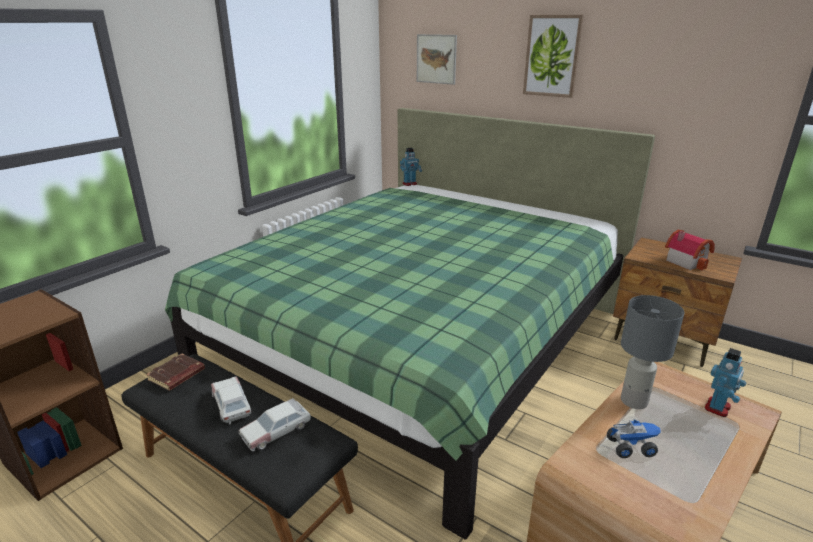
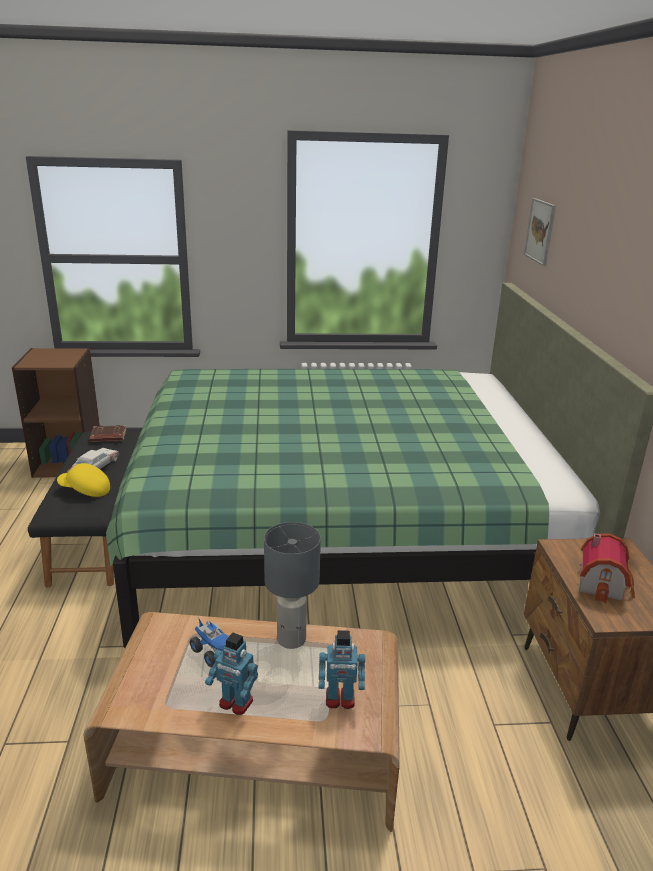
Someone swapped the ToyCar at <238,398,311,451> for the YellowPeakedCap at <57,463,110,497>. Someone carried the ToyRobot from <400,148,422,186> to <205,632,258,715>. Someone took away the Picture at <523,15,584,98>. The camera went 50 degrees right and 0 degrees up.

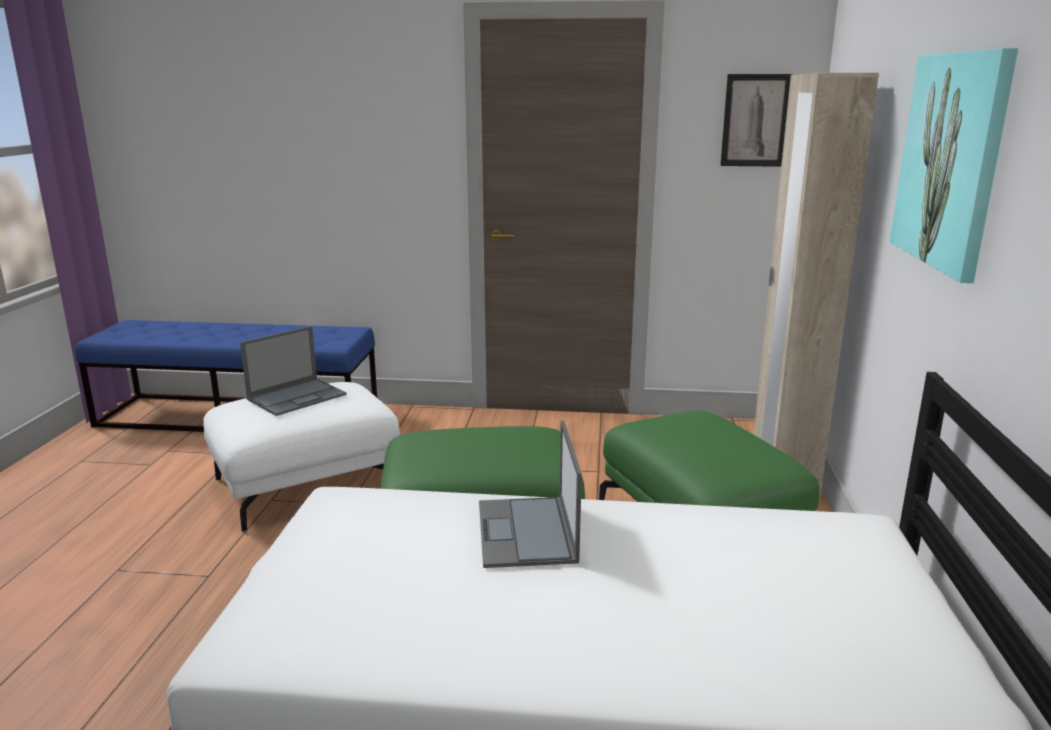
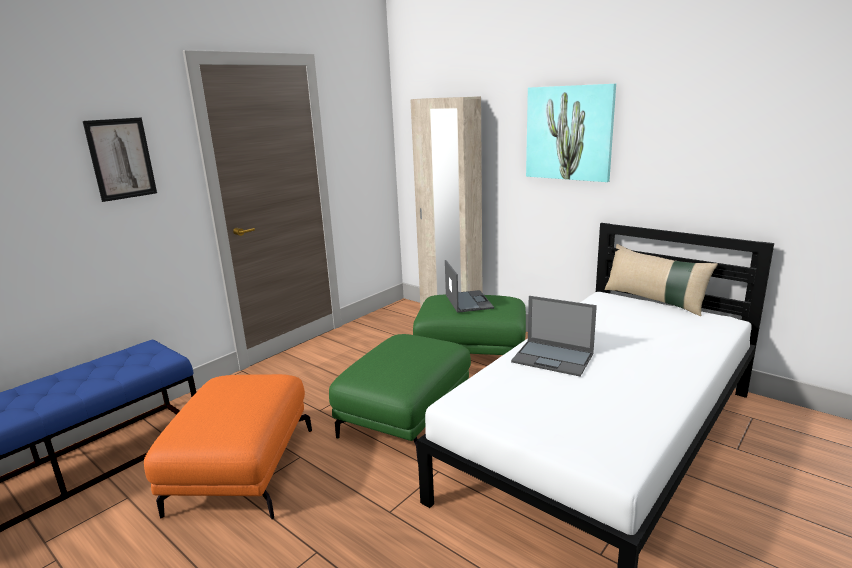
Someone repainted the WhiteOttoman at <204,382,400,532>, which became the OrangeyOttoman at <144,374,312,519>. Someone carried the Laptop from <240,326,346,416> to <445,260,494,313>. Someone carried the Picture from <720,74,793,167> to <83,117,157,202>. Someone put down the BeigeThrowPillow at <604,244,718,316>. The camera went 55 degrees left and 0 degrees up.

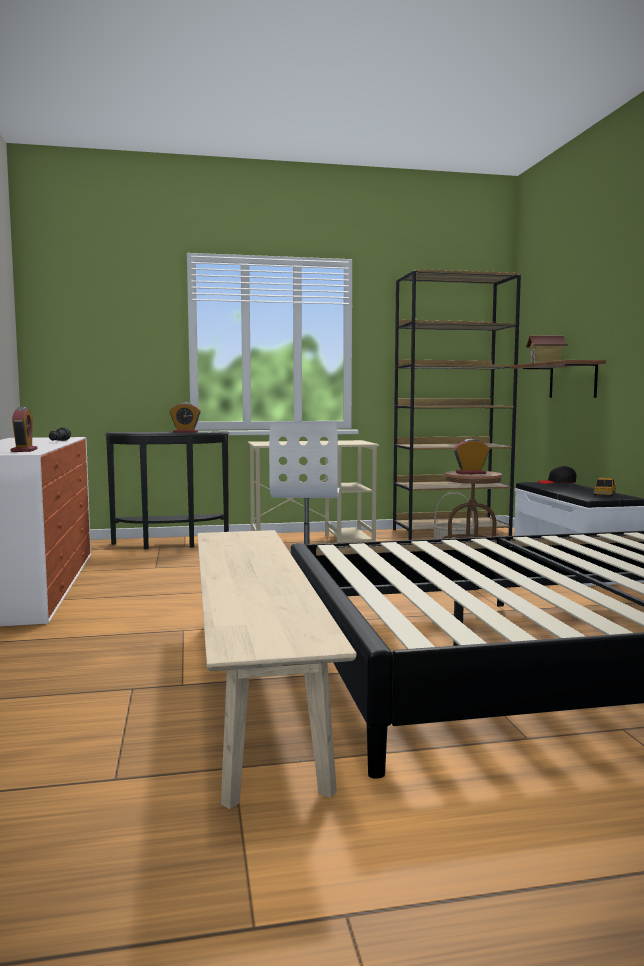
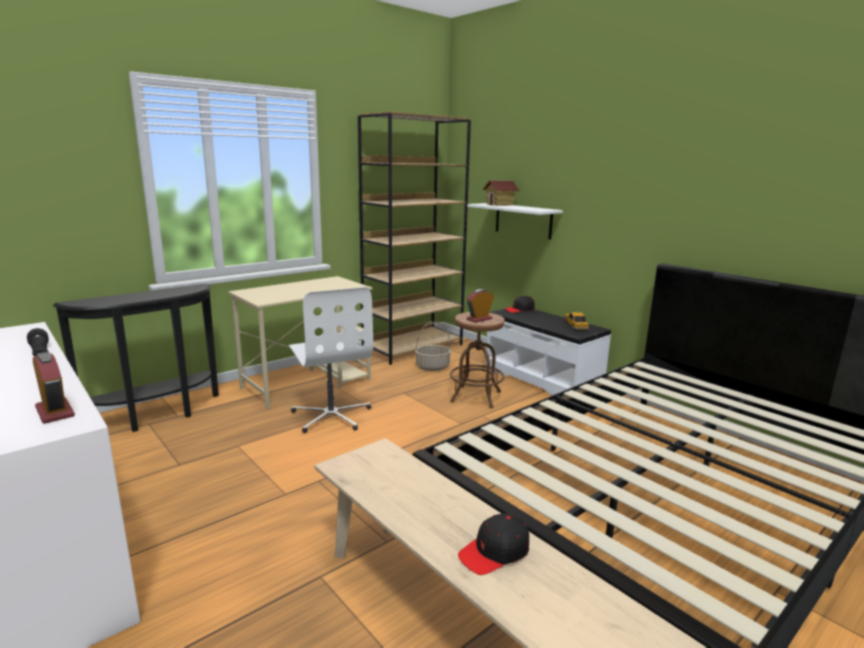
Someone took away the BedsideClock at <170,402,201,433>. Someone repainted the BrownColouredShelf at <511,360,606,398>, which became the WhiteShelf at <467,203,563,240>. Someone put down the BlackPeakedCap at <458,513,529,575>. The camera went 30 degrees left and 10 degrees up.

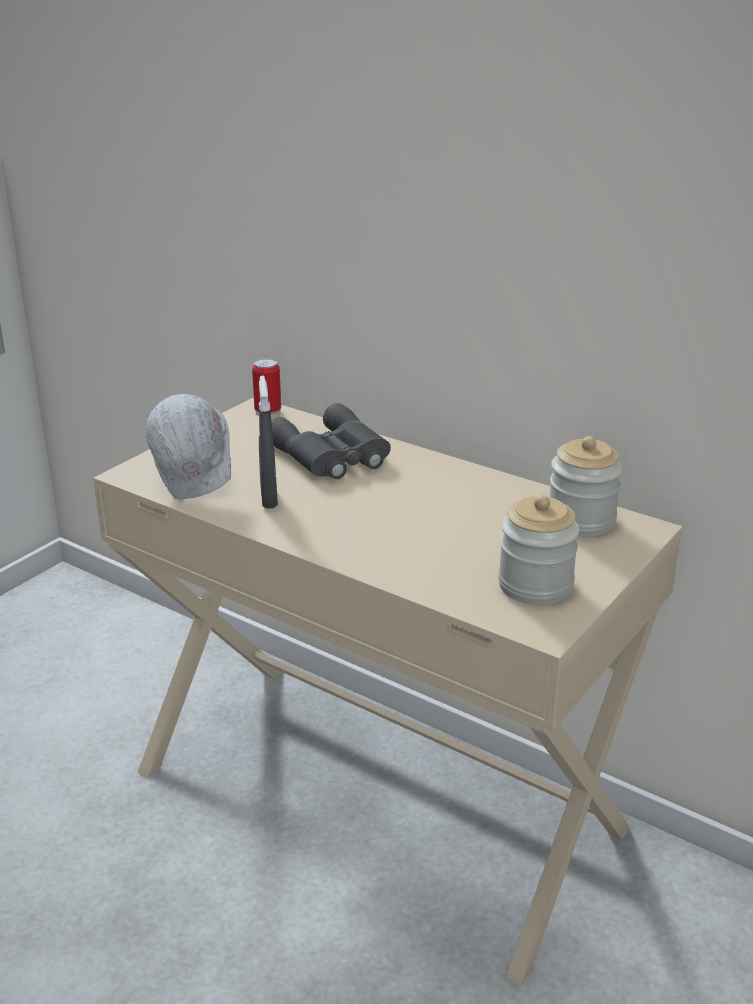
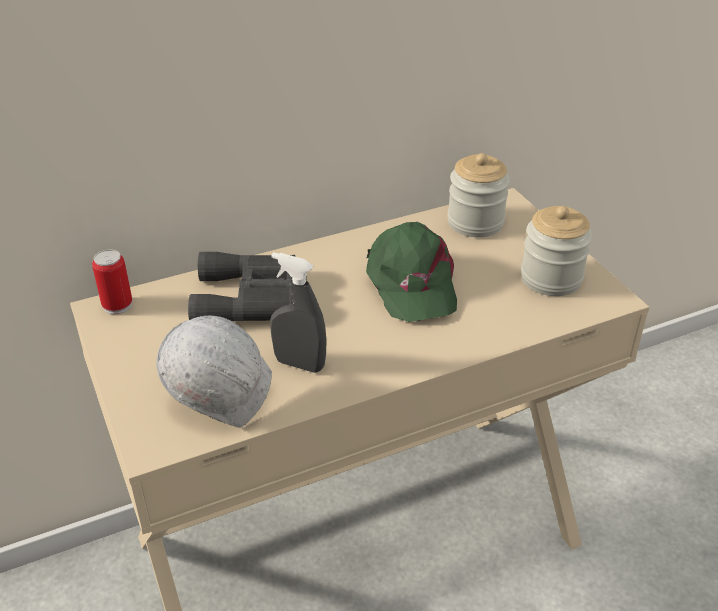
Someone put down the GreenPeakedCap at <366,222,457,322>. The camera went 60 degrees left and 10 degrees up.

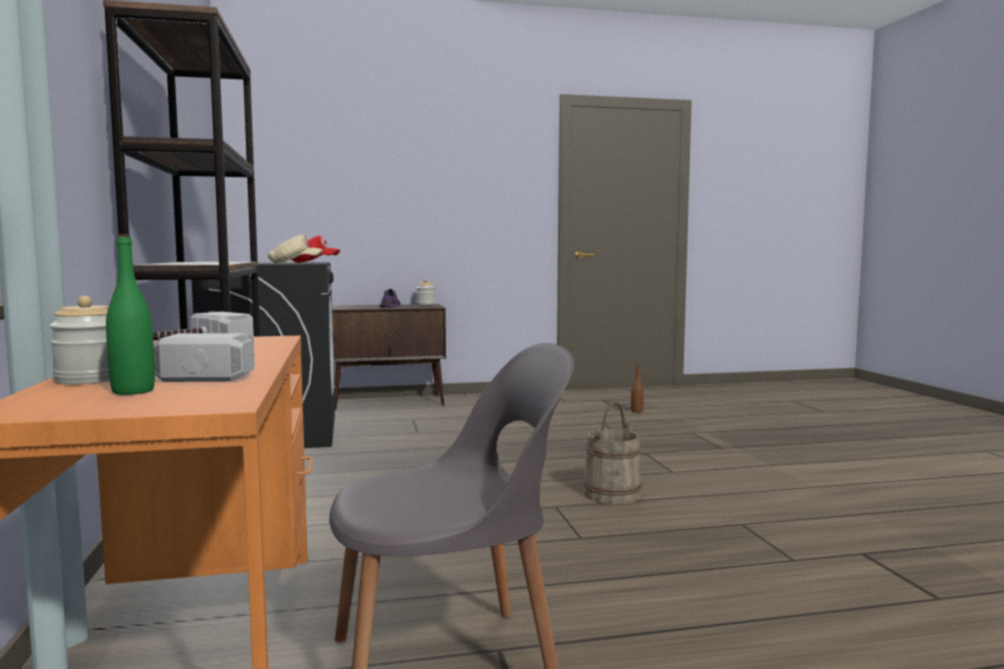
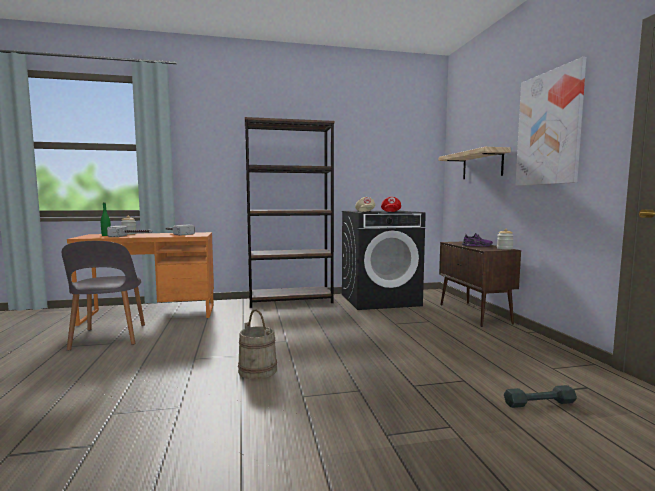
Someone swapped the BrownColouredDrinkBottle at <631,365,644,413> for the GreyishDumbbell at <504,385,577,408>. Someone put up the Shelf at <439,147,511,179>. Someone put up the Picture at <515,57,586,186>. The camera went 90 degrees right and 0 degrees up.

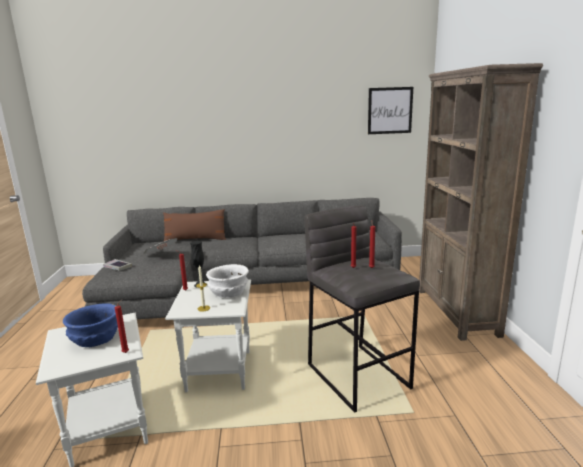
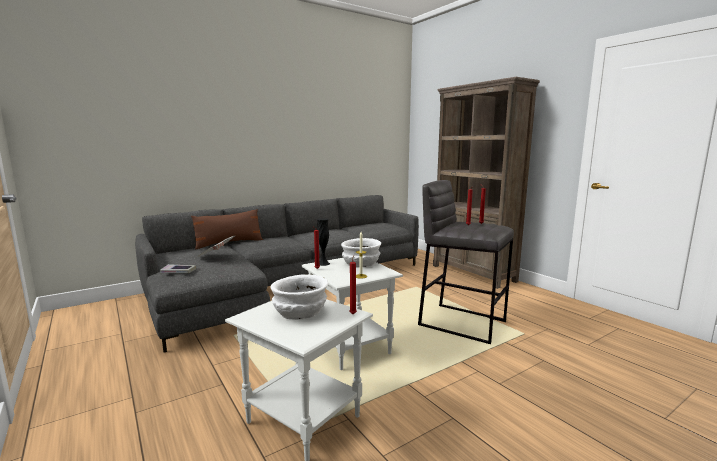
Someone repainted the BlueDeepDish at <63,303,118,347>, which became the WhiteDeepDish at <271,274,328,320>. Someone took away the Picture at <368,87,413,134>. The camera went 30 degrees left and 5 degrees down.

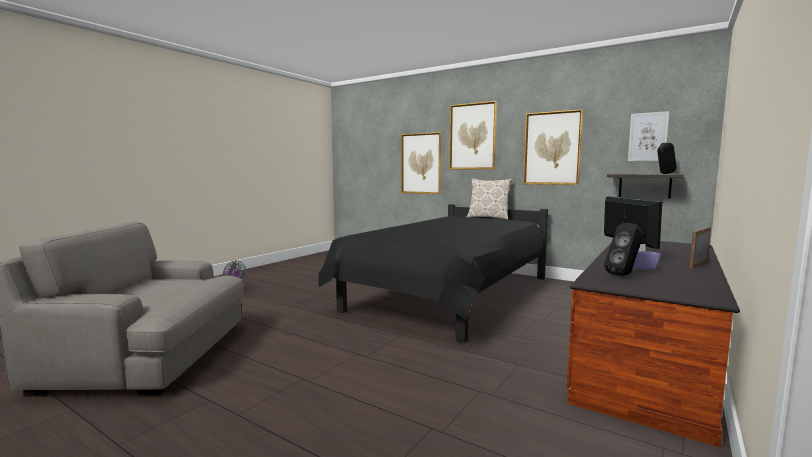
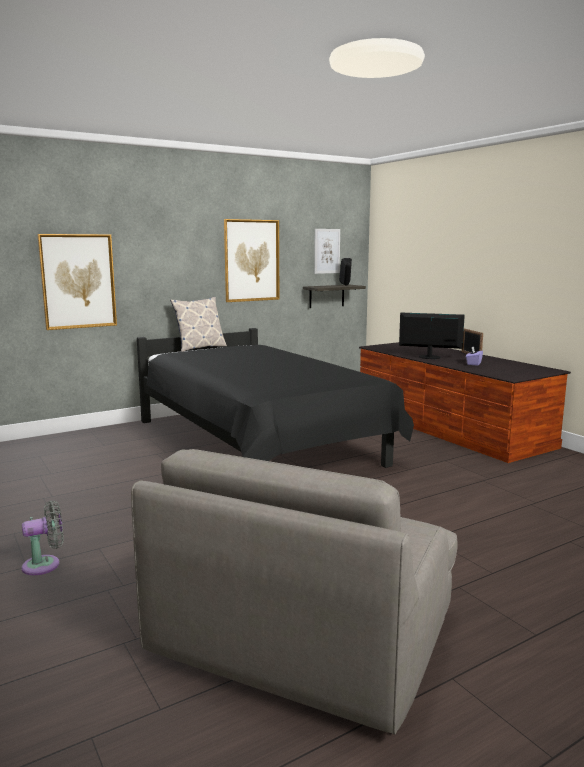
Someone took away the Picture at <449,101,497,169>. Someone took away the BlackAudioSpeaker at <604,223,643,276>. The camera went 65 degrees left and 5 degrees up.

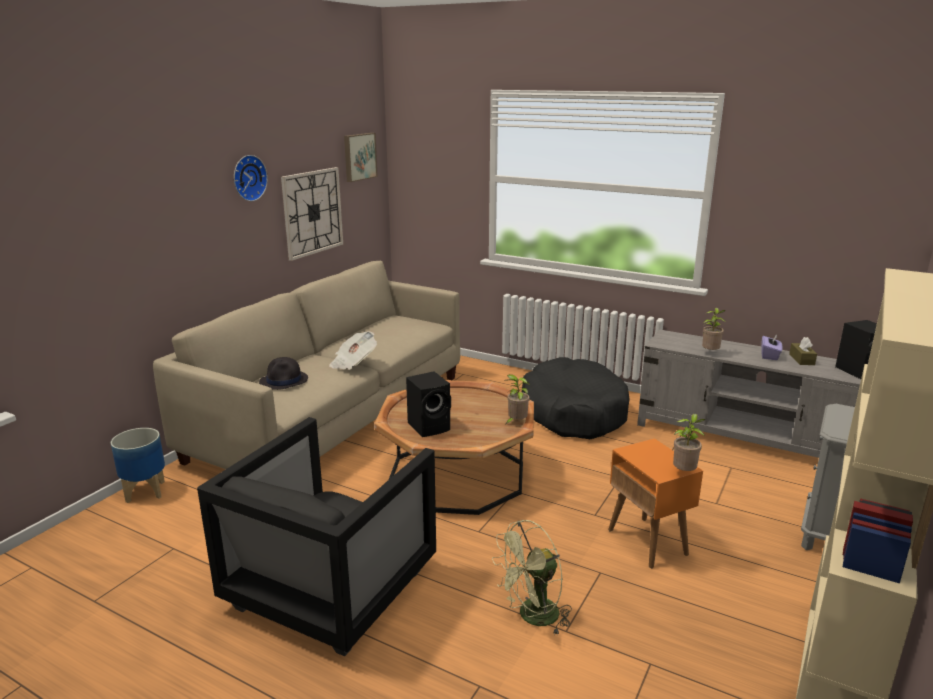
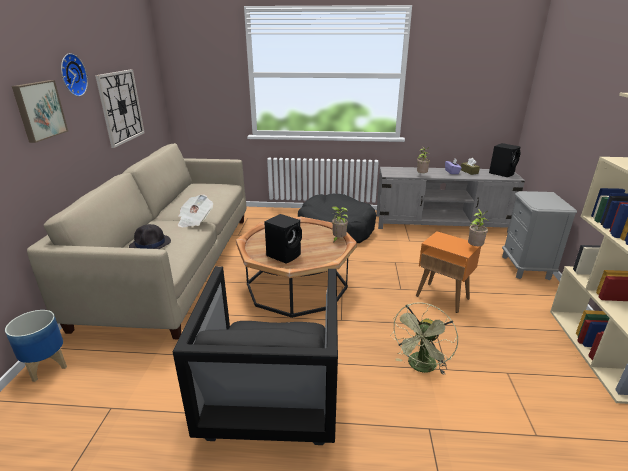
Someone carried the Picture from <344,133,378,182> to <12,80,68,143>. The camera went 25 degrees left and 5 degrees up.

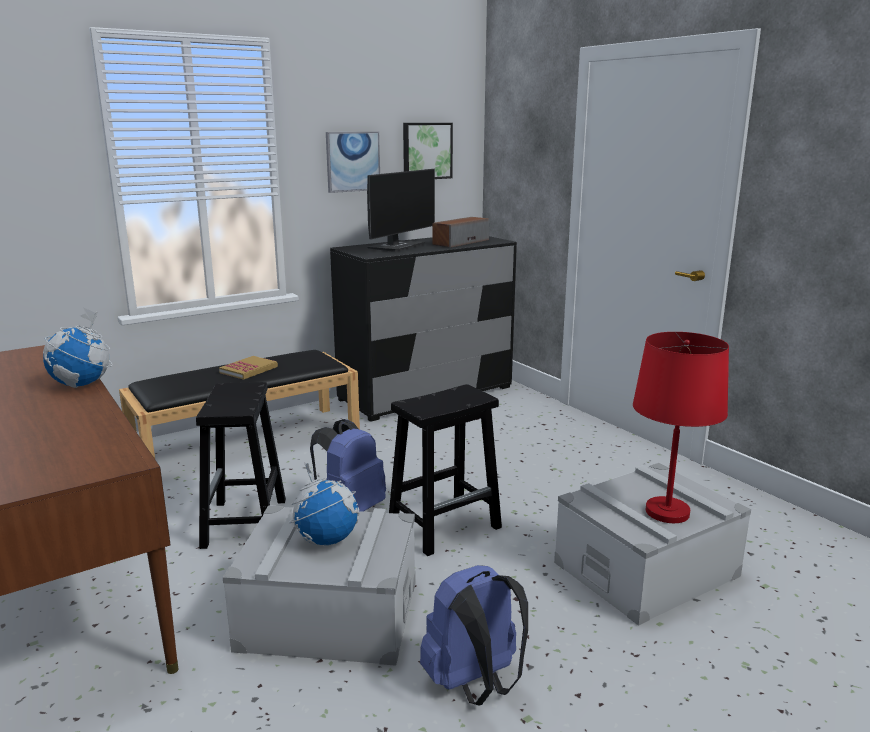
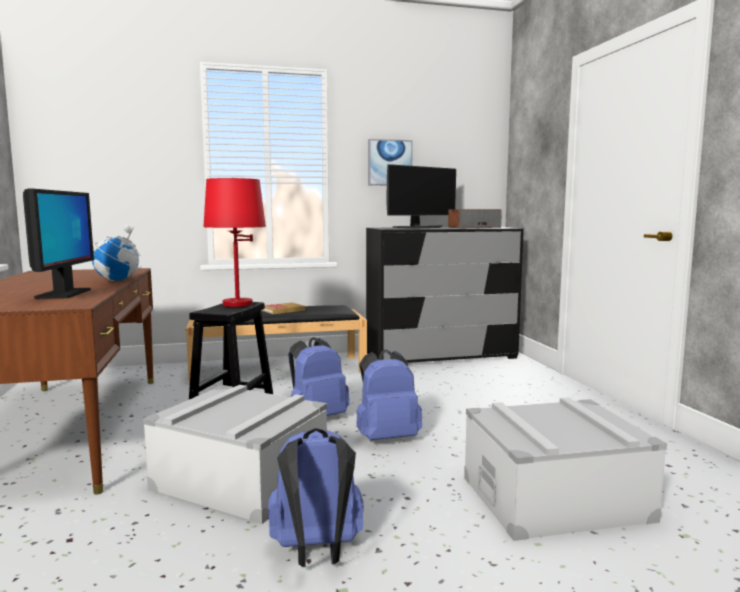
Someone took away the DeskGlobe at <289,462,359,547>. Someone swapped the BlackStool at <389,384,502,556> for the BlueRucksack at <357,349,422,440>. Someone took away the Picture at <403,123,453,179>. Someone carried the ReddishTableLamp from <633,332,729,523> to <203,178,266,307>. Someone put down the Monitor at <23,189,94,299>. The camera went 20 degrees right and 10 degrees down.

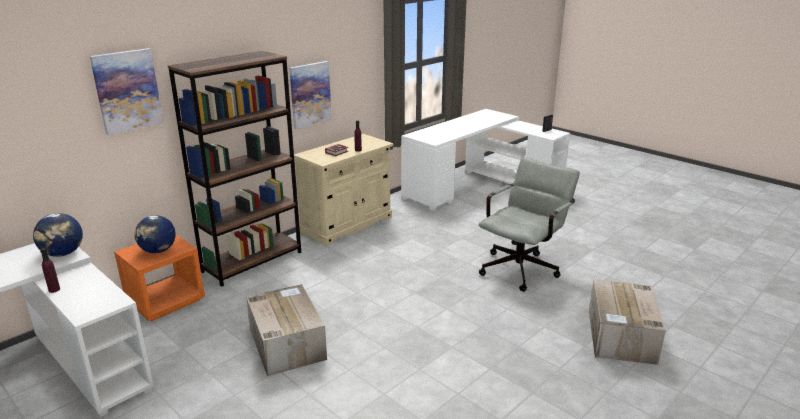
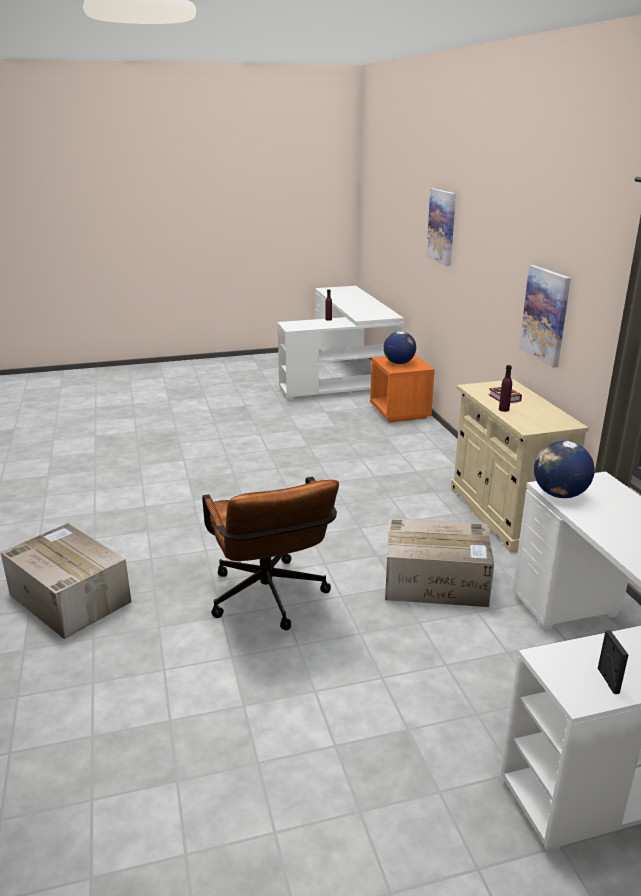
Someone carried the DeskGlobe from <33,213,83,257> to <534,441,595,498>. Someone took away the BrownColouredShelvingUnit at <168,51,301,287>. Someone carried the PackingBox from <246,284,327,376> to <385,518,494,607>. Someone repainted the GreyishDeskChair at <478,157,580,292>, which became the BrownColouredDeskChair at <202,477,339,630>. The camera went 120 degrees right and 0 degrees up.

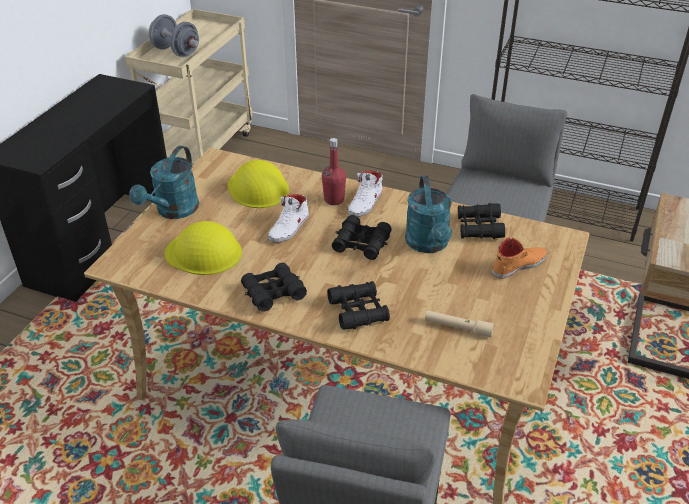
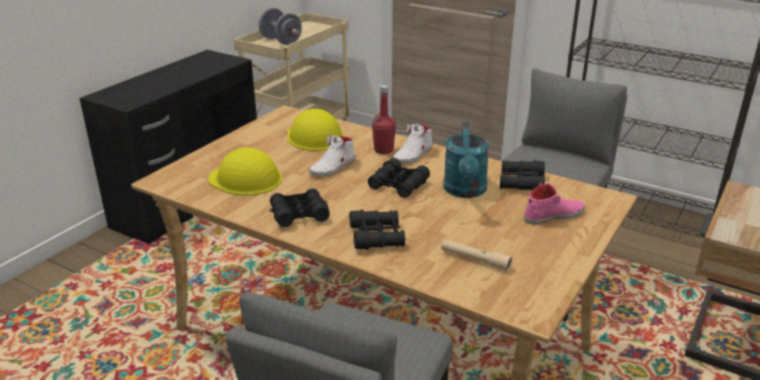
Someone took away the TurquoiseColouredWateringCan at <129,146,199,219>. Someone repainted the OrangeyLowShoe at <492,236,547,279>, which became the PinkishLowShoe at <524,182,585,225>. The camera went 10 degrees right and 10 degrees down.

